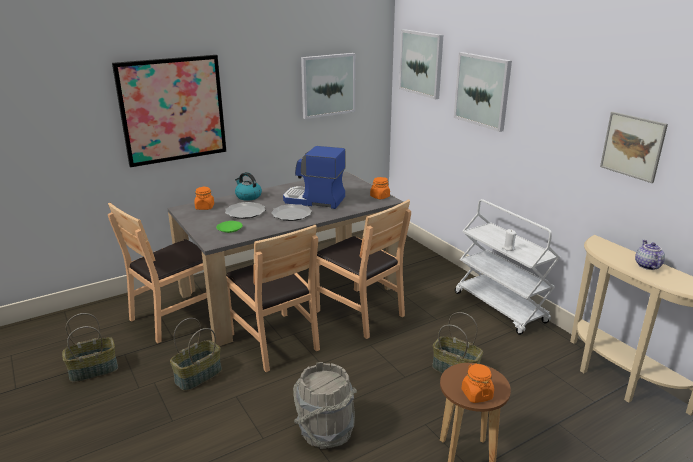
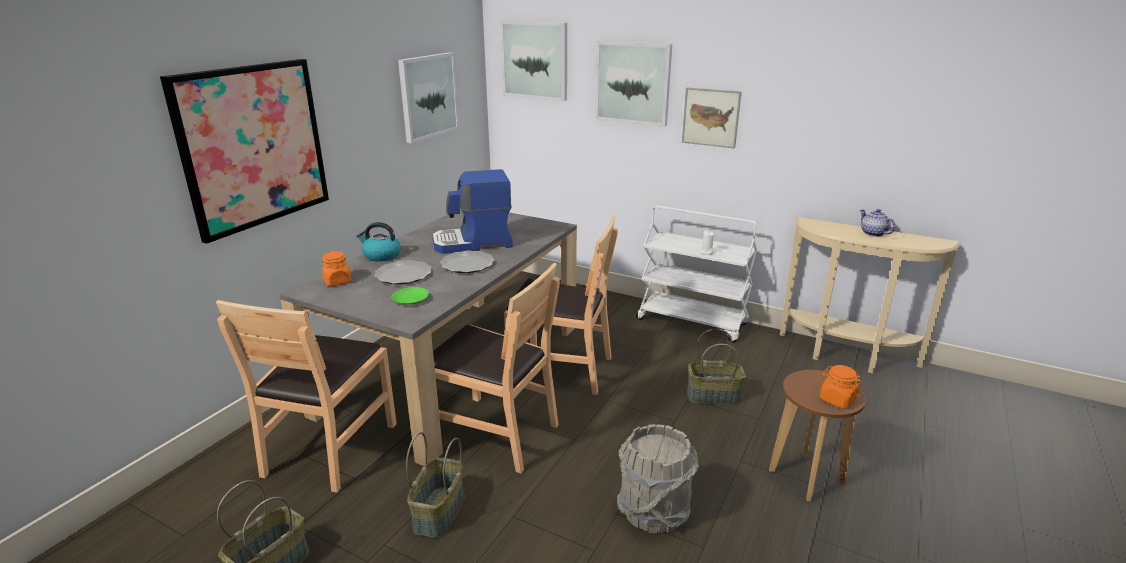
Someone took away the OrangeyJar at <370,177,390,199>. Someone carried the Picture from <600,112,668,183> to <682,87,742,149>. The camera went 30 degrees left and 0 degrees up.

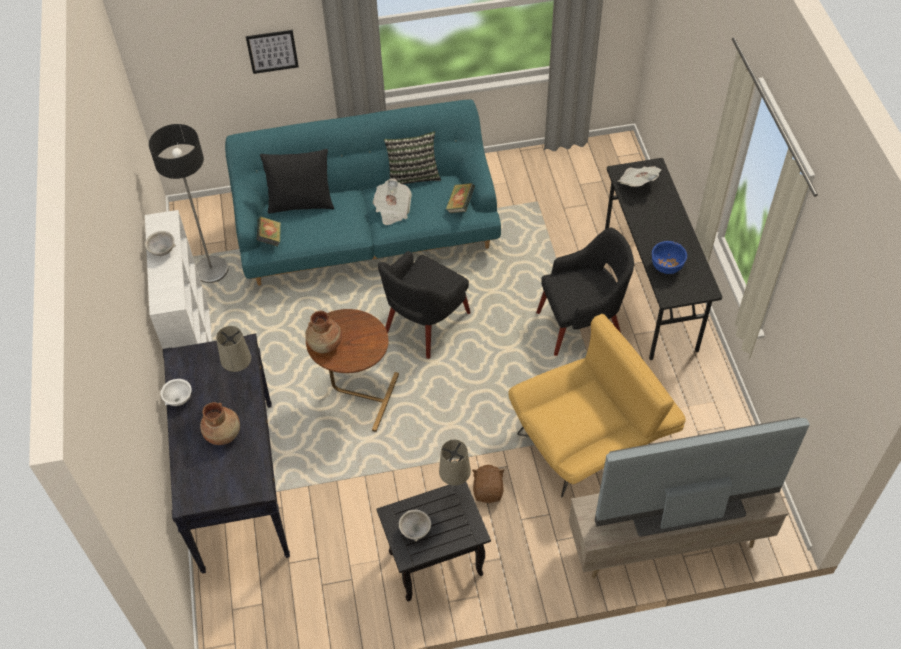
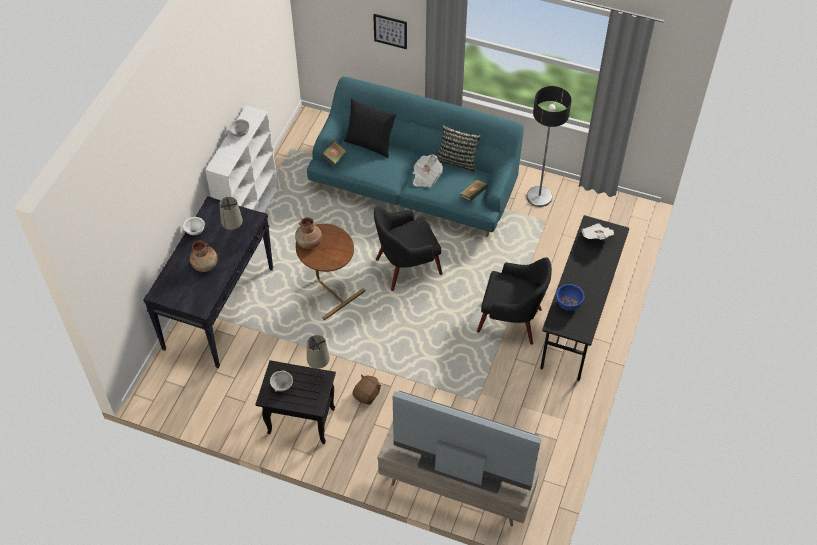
Someone carried the StandardLamp from <149,124,228,283> to <527,86,572,207>. Someone took away the YellowArmchair at <508,314,686,497>. The camera went 30 degrees right and 0 degrees up.

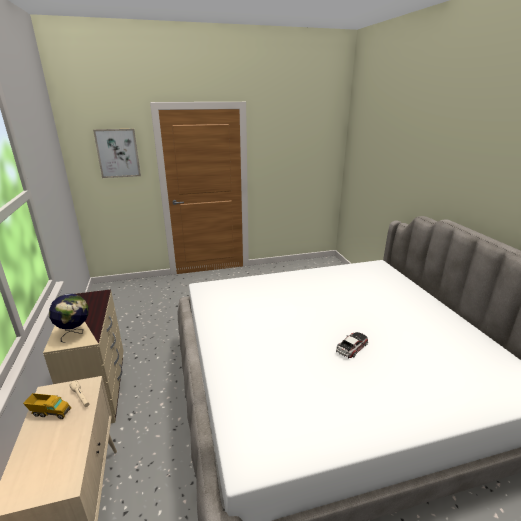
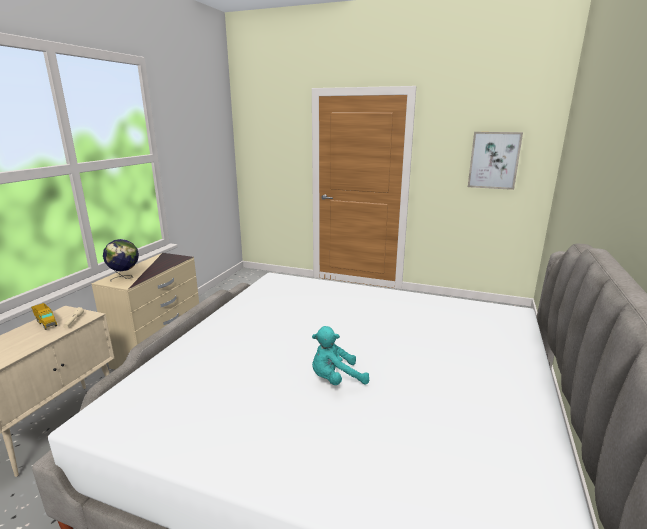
Someone carried the Picture from <93,129,141,178> to <468,132,523,190>. Someone swapped the ToyCar at <336,332,368,358> for the TurquoiseColouredPlushToy at <312,326,369,385>. The camera went 35 degrees right and 5 degrees down.

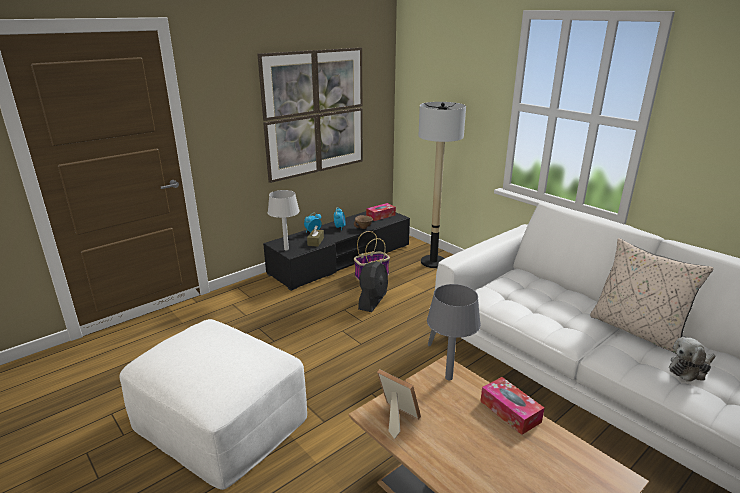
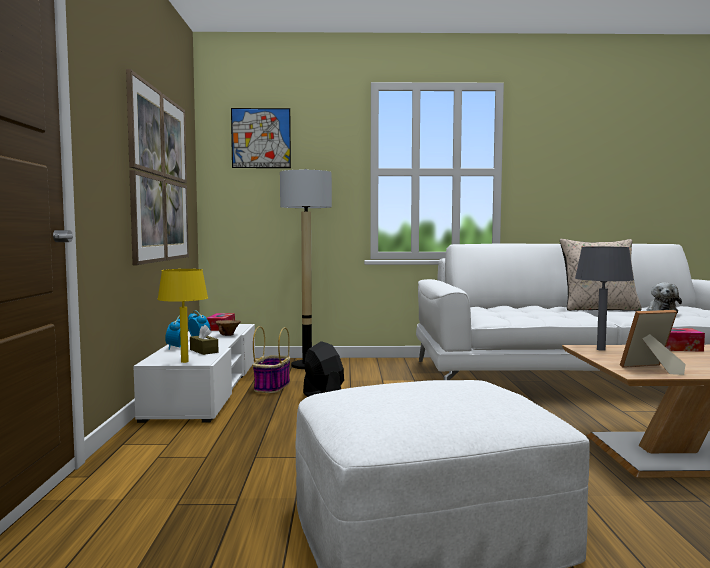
Someone repainted the BlackMediaConsole at <263,211,410,291>, which became the WhiteMediaConsole at <133,324,255,423>. Someone repainted the GreyishTableLamp at <268,190,300,251>, which became the YellowTableLamp at <157,269,208,363>. Someone put up the Picture at <231,108,291,168>. The camera went 50 degrees left and 20 degrees down.

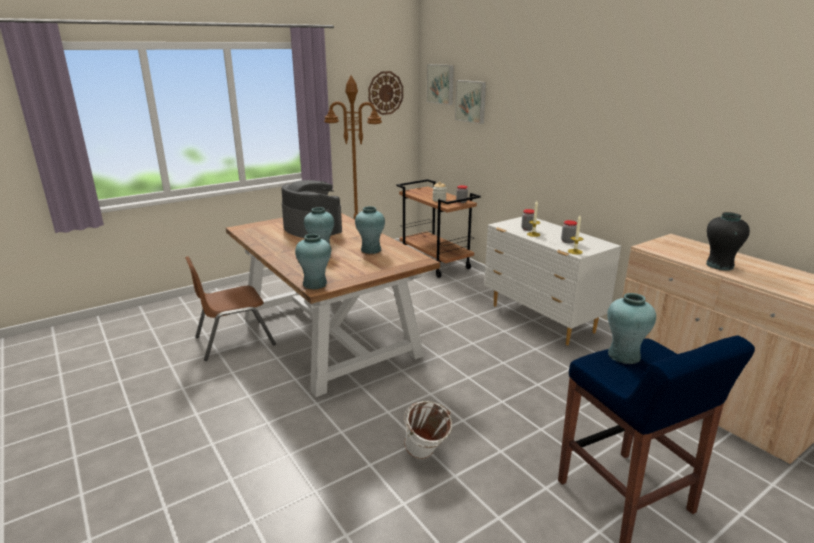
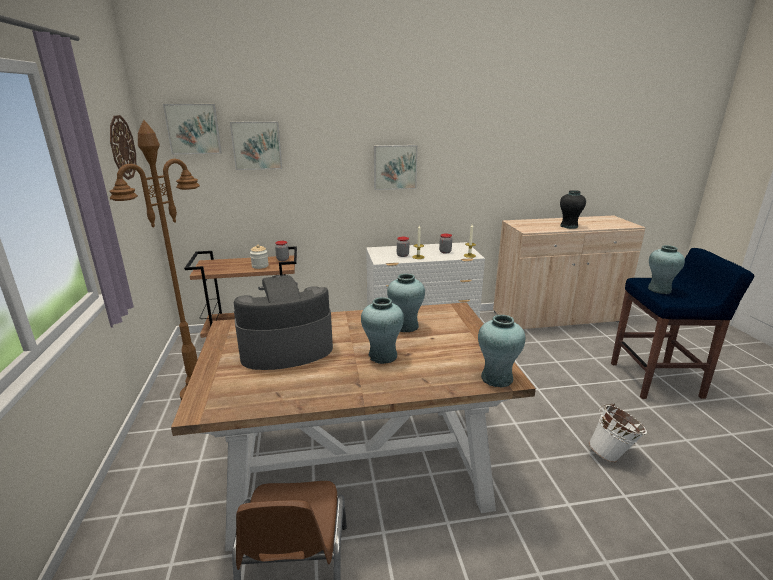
Someone put up the Picture at <374,145,417,190>. The camera went 65 degrees left and 0 degrees up.

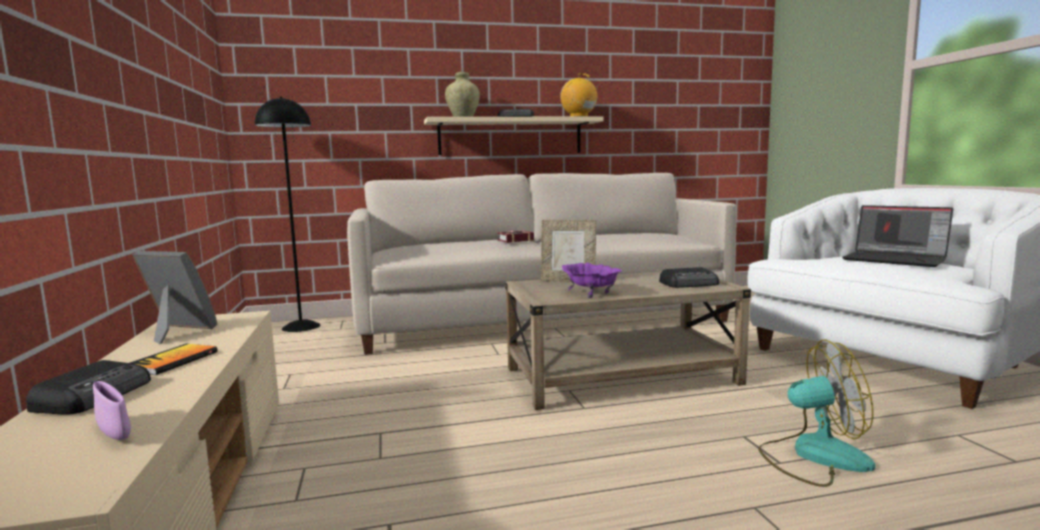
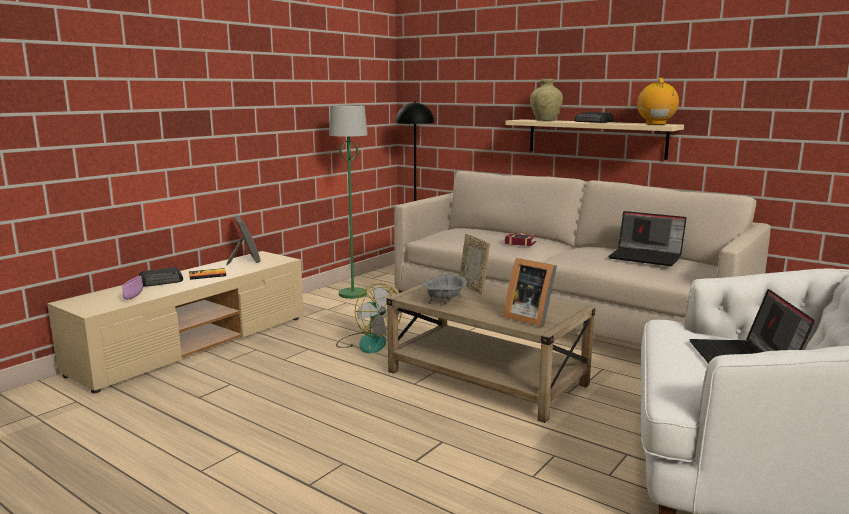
Someone repainted the PurplishDeepDish at <562,263,622,298>, which became the GreyishDeepDish at <423,274,467,305>. Someone swapped the RadioReceiver at <659,267,719,288> for the PhotoFrame at <504,258,557,327>. Someone carried the CoolingFan from <758,340,875,487> to <336,283,402,353>. Someone put down the GreenStandardLamp at <329,105,368,299>. Someone put down the Laptop at <608,211,687,266>. The camera went 50 degrees right and 5 degrees up.

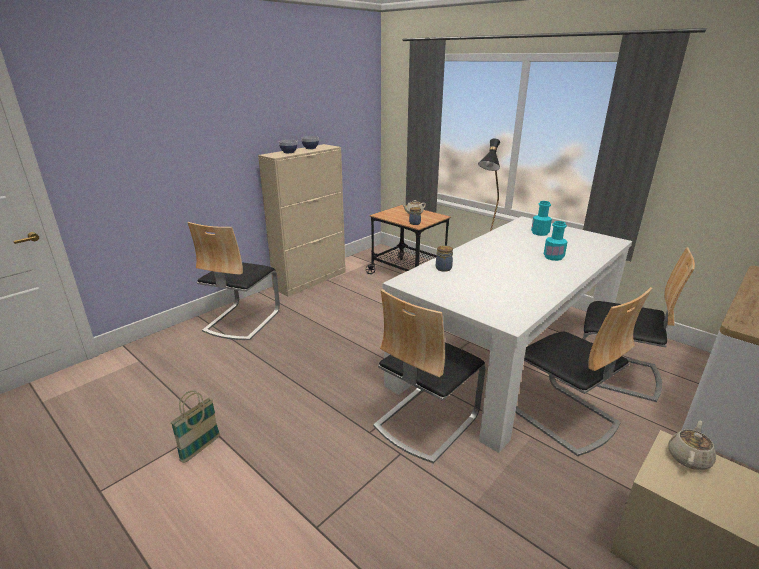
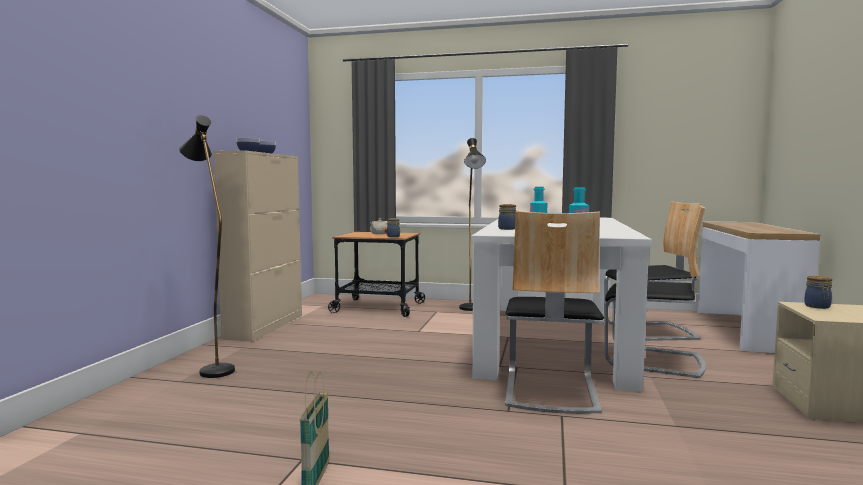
Someone swapped the PlainChair at <187,222,280,340> for the BlackStandardLamp at <179,115,235,378>. Someone swapped the BeigePotForTea at <668,420,716,470> for the Jar at <804,276,832,309>. The camera went 30 degrees left and 20 degrees down.

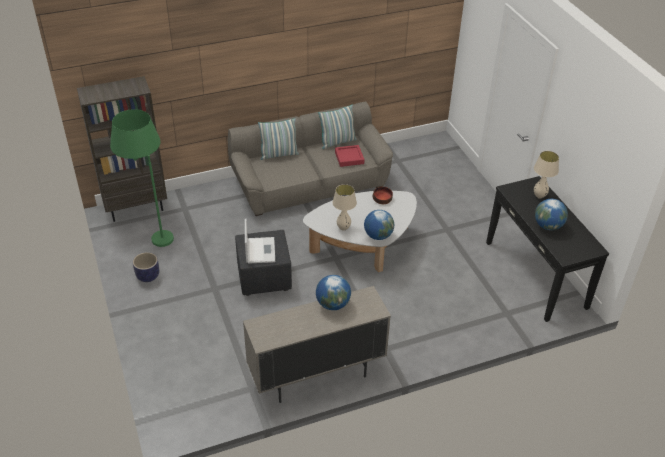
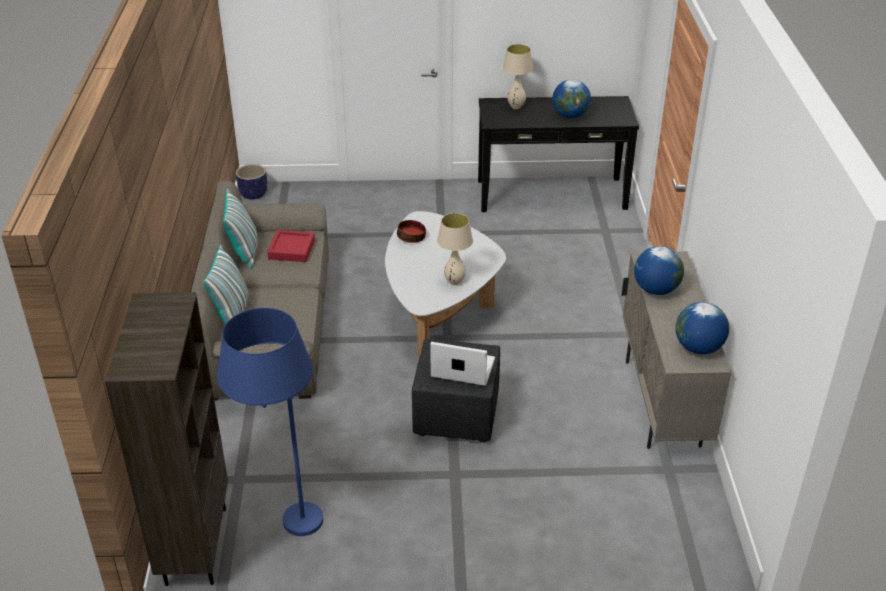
Someone repainted the GreenStandardLamp at <110,109,174,247>, which became the BlueStandardLamp at <217,308,323,536>. Someone carried the Planter from <133,252,159,282> to <236,164,267,200>. Someone carried the DeskGlobe from <364,210,394,240> to <675,302,729,354>. The camera went 70 degrees left and 5 degrees down.

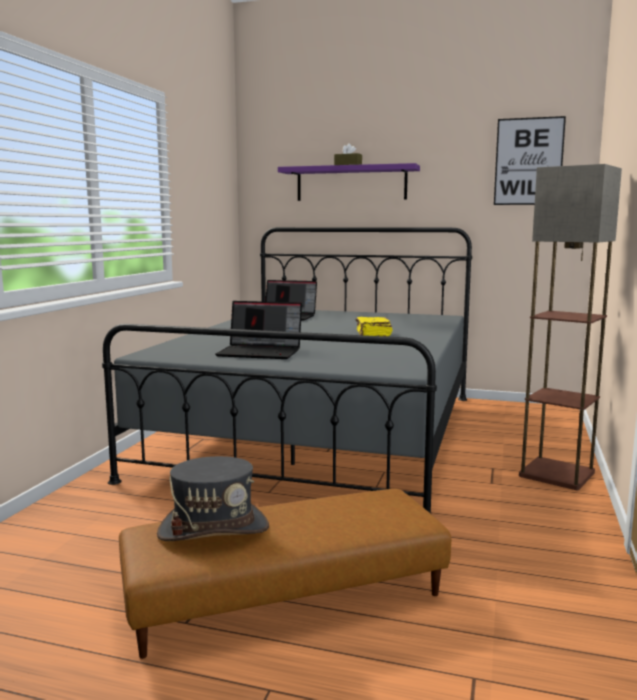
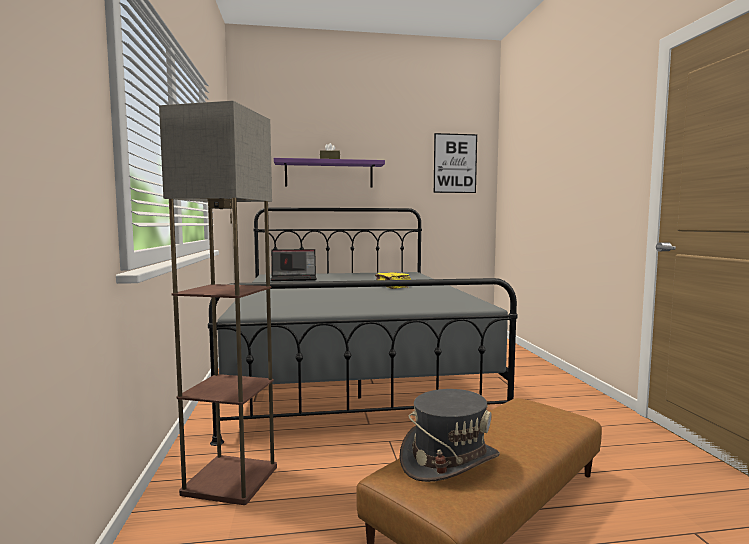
Someone took away the Laptop at <215,301,302,359>. Someone carried the StandardLamp from <519,164,622,490> to <159,101,277,505>. The camera went 25 degrees left and 5 degrees down.

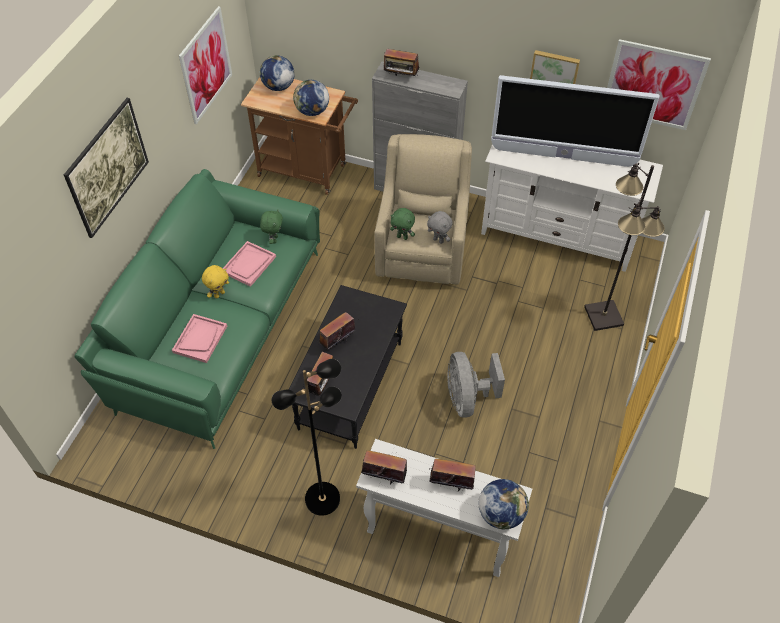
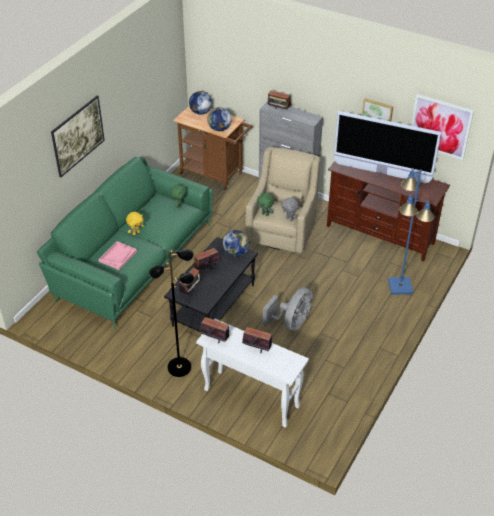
Someone took away the Picture at <179,6,232,124>. Someone took away the PinkishCarryingTray at <223,241,276,287>. Someone rotated the GreyishCoolingFan at <447,352,505,418> by 150 degrees counterclockwise. Someone carried the DeskGlobe from <479,479,529,529> to <223,230,250,257>. Someone repainted the WhiteMediaConsole at <481,145,663,272>, which became the BrownColouredMediaConsole at <327,161,450,261>. Someone repainted the BlackStandardLamp at <584,163,665,331>, which became the BlueStandardLamp at <388,169,434,295>. The camera went 10 degrees right and 10 degrees down.

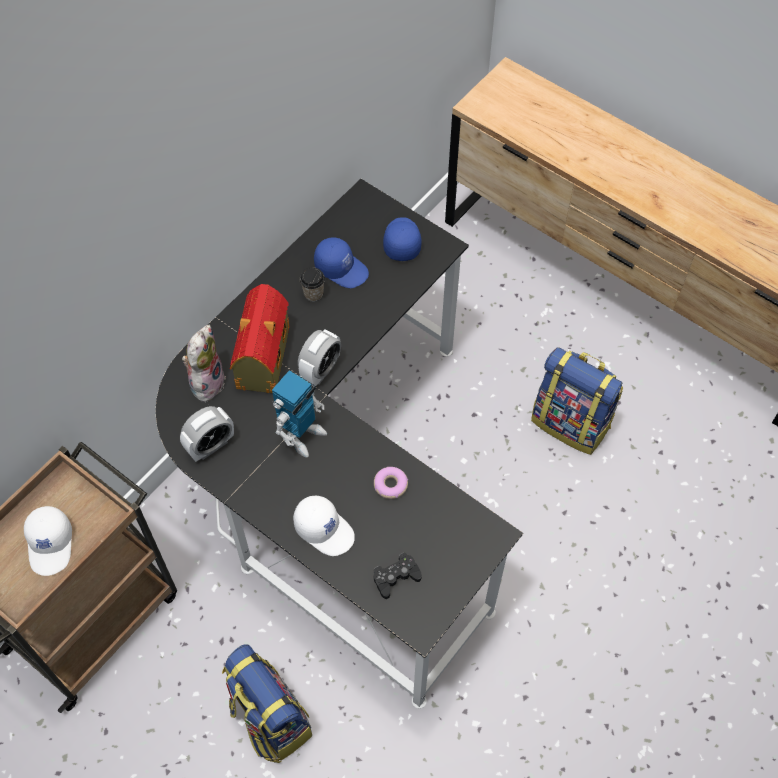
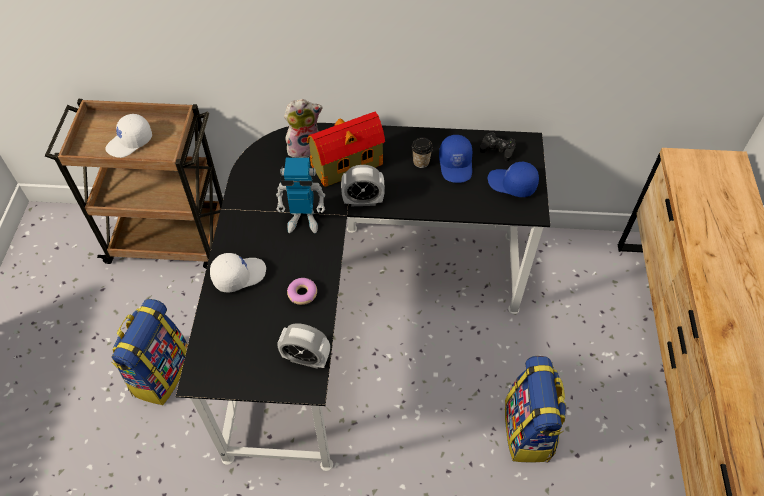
Someone carried the BedsideClock from <180,406,234,462> to <277,323,330,369>. Someone rotated the WhitePeakedCap at <293,496,355,556> by 120 degrees counterclockwise. Someone carried the BlackGamepad from <373,552,422,599> to <480,132,516,161>. Someone rotated the BluePeakedCap at <383,217,421,261> by 120 degrees counterclockwise. The camera went 55 degrees right and 5 degrees down.

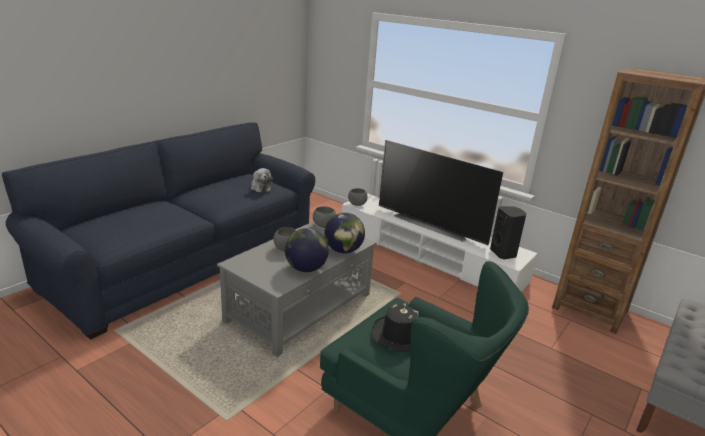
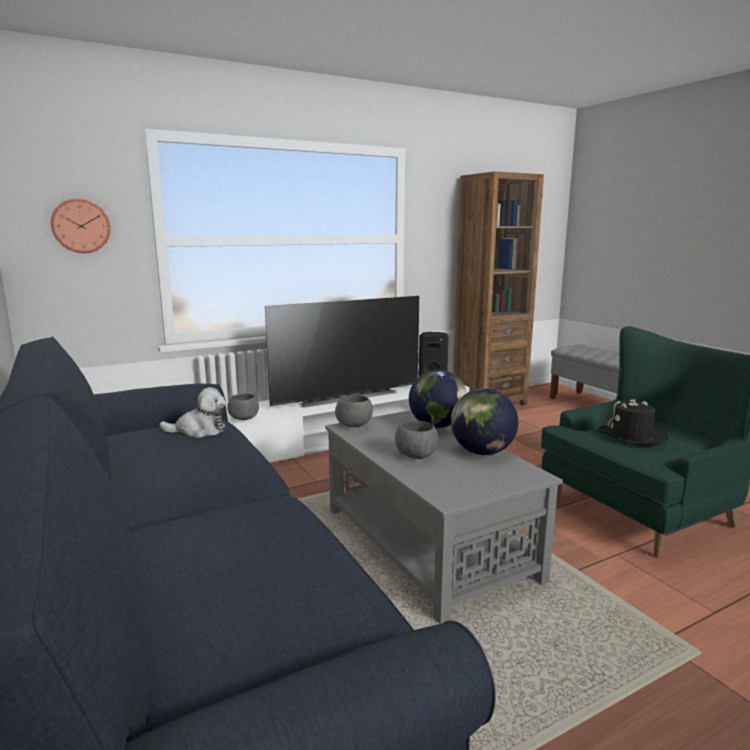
Someone put up the HangingClock at <51,199,110,253>. The camera went 65 degrees left and 10 degrees down.

